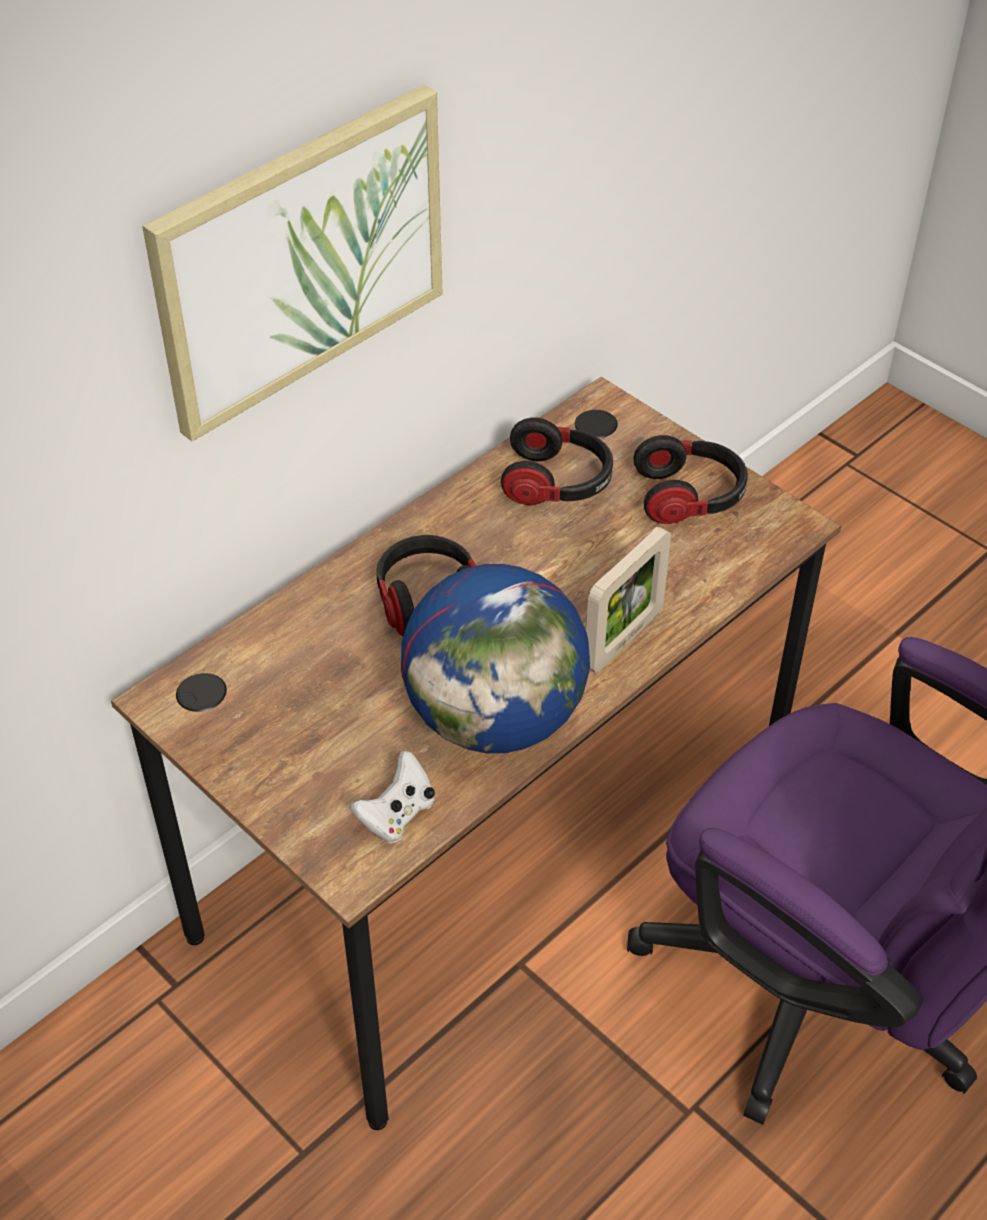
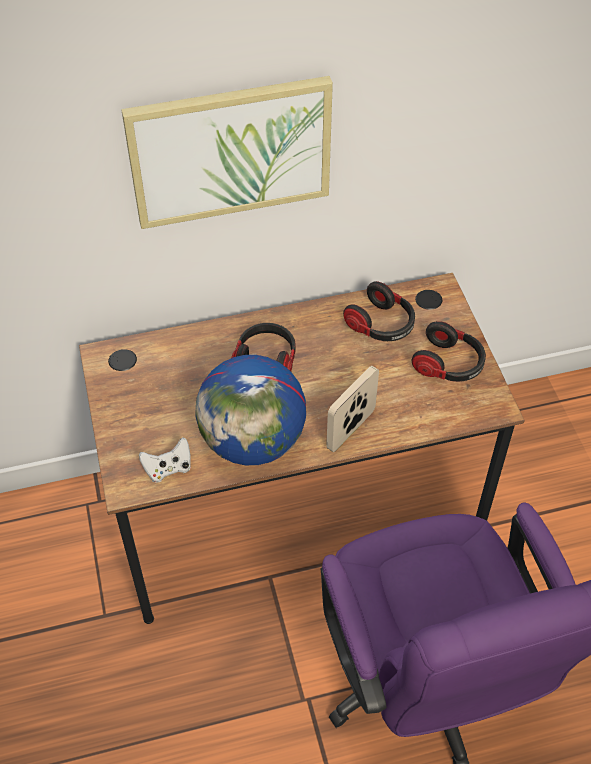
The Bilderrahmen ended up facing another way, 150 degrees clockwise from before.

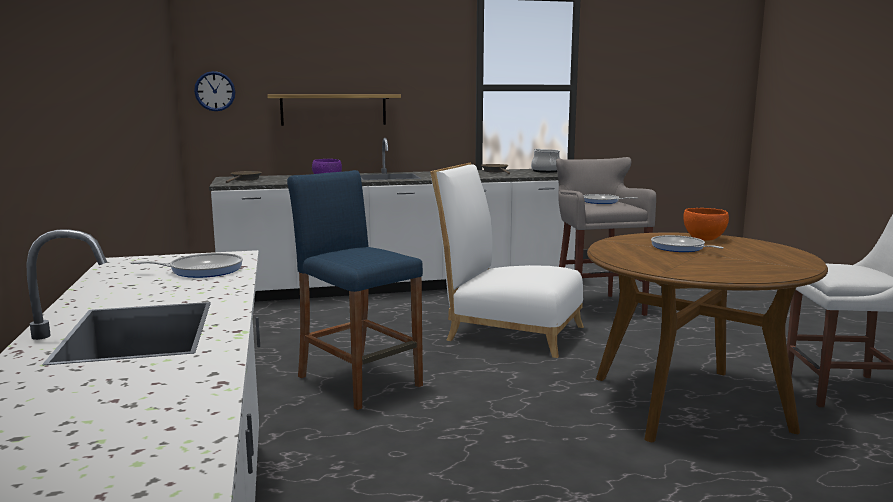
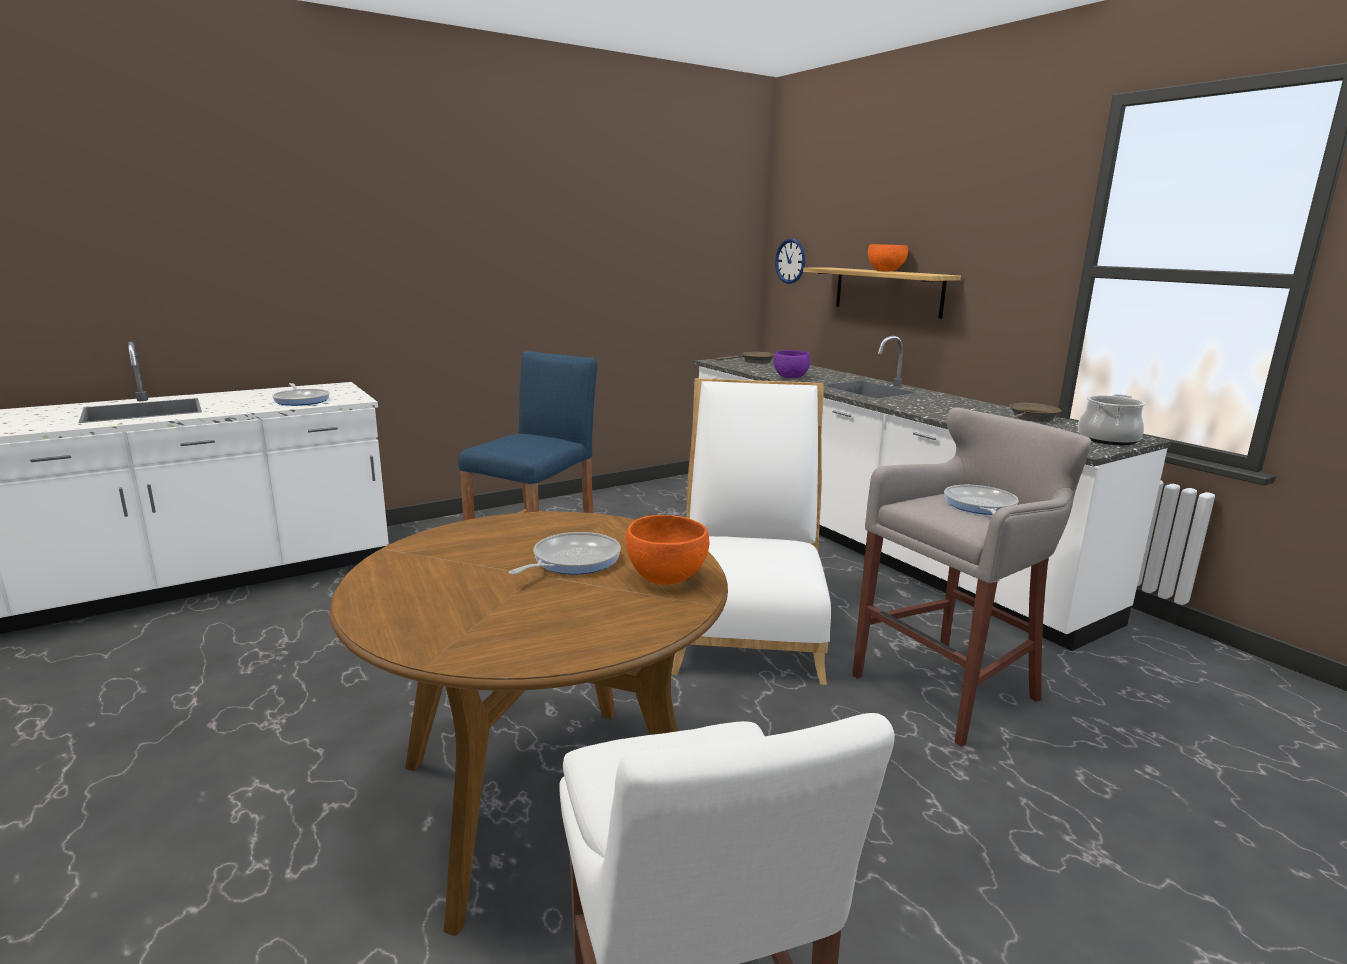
The second view gained the Schüssel [orange] (2nd from left).

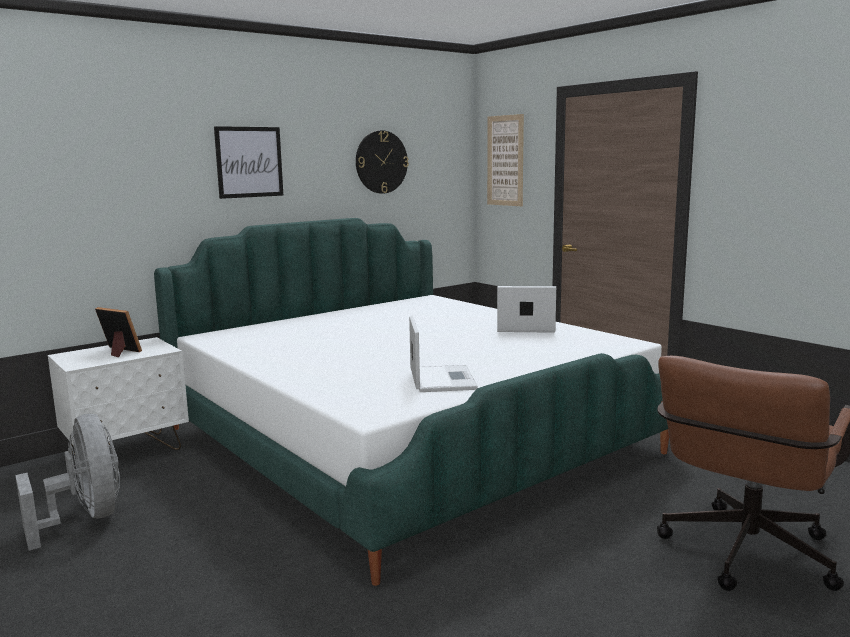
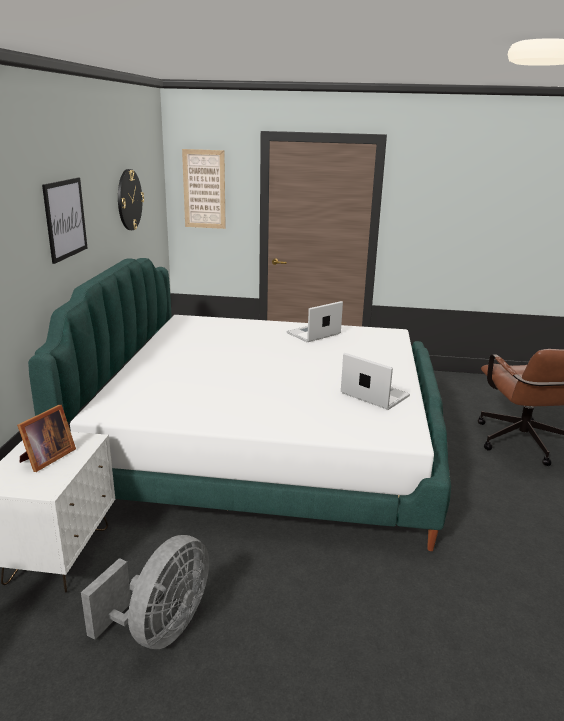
The Ventilator [grau] ended up facing another way, 105 degrees clockwise from before.
The Bilderrahmen ended up facing another way, 135 degrees clockwise from before.

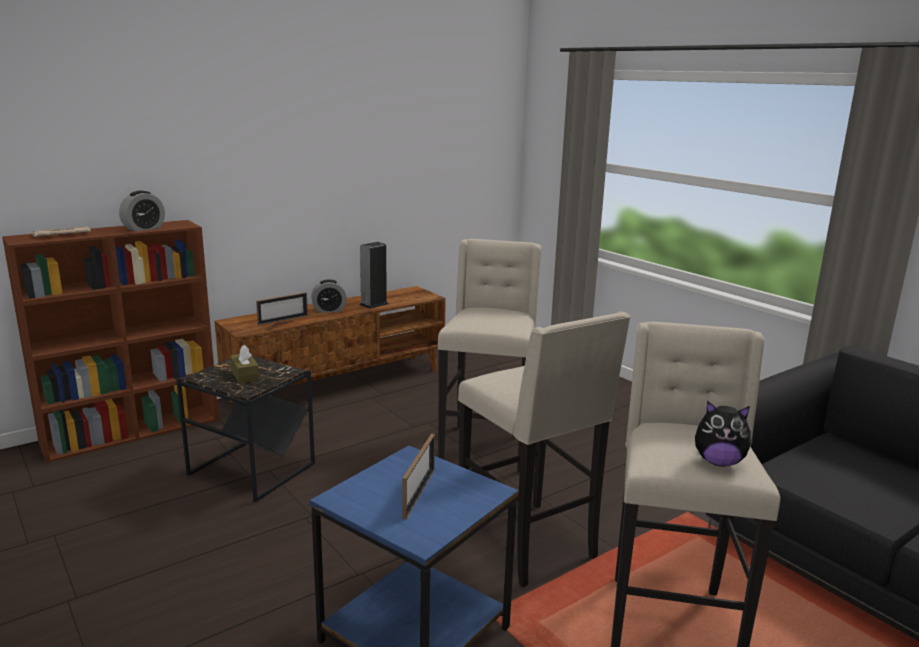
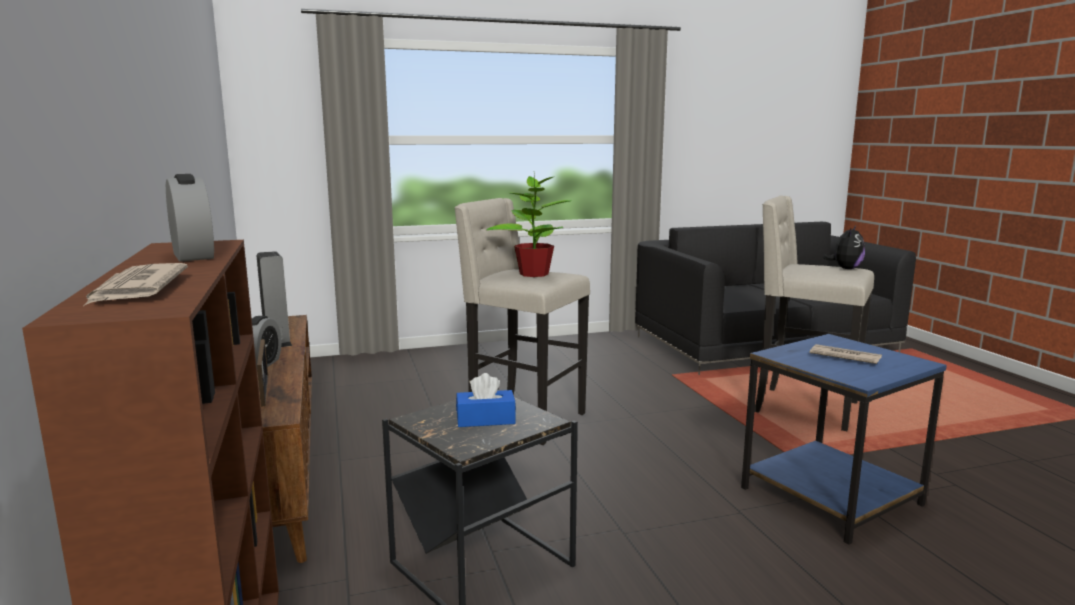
The second view lost the Hocker [beige] (2nd from left).
The second view gained the Topfpflanze.
Where the Bilderrahmen (2nd from left) stood, the Zeitung (2nd from left) came to stand.
What was the Taschentuchbox [braun] turned into the Taschentuchbox [blau].

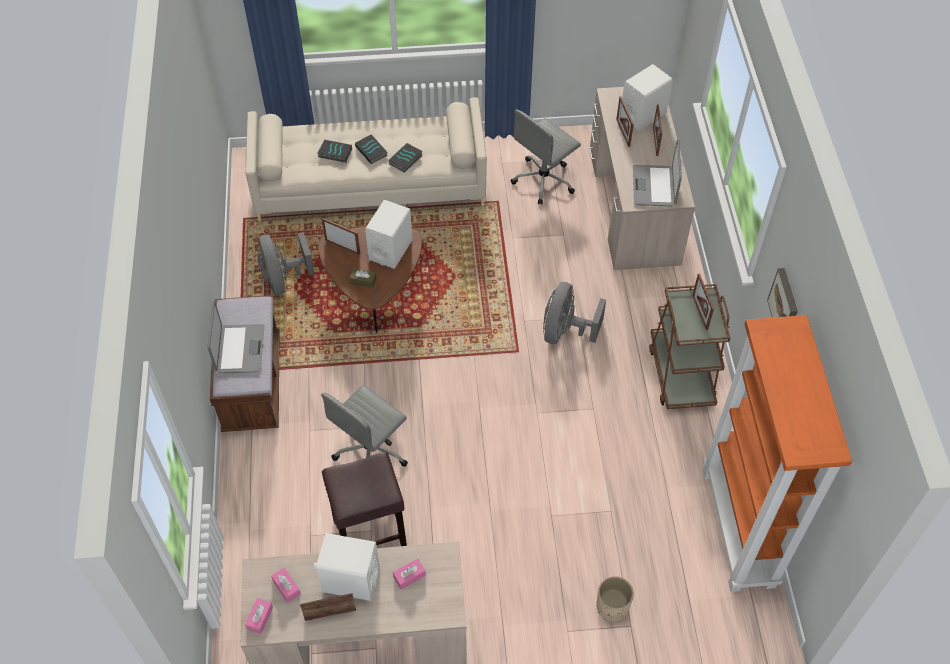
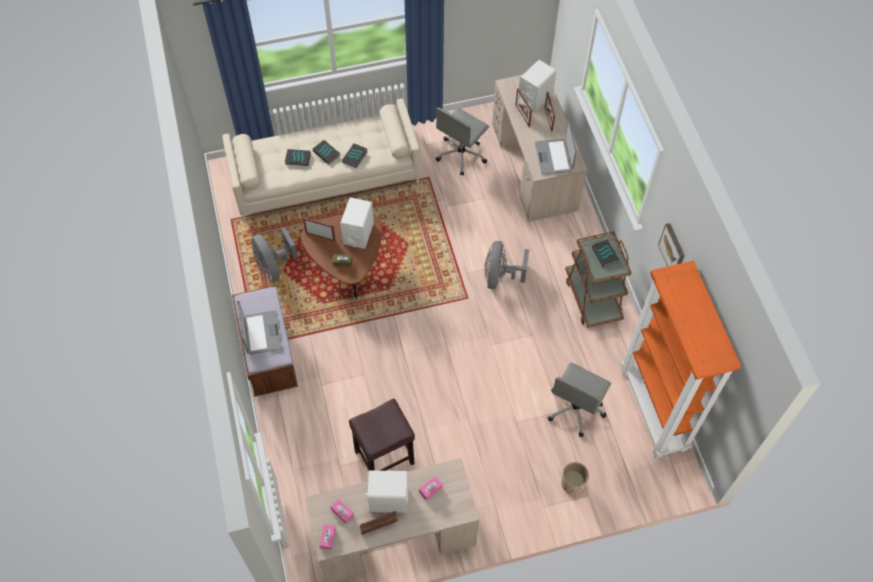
The Bürostuhl [grau] (1st from left in the first image) ended up elsewhere.
Where the Bilderrahmen (5th from left) stood, the Buch (4th from left) came to stand.

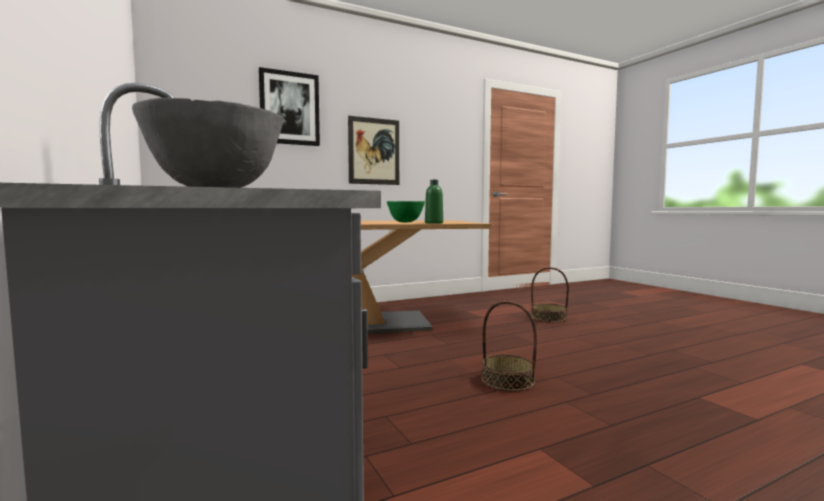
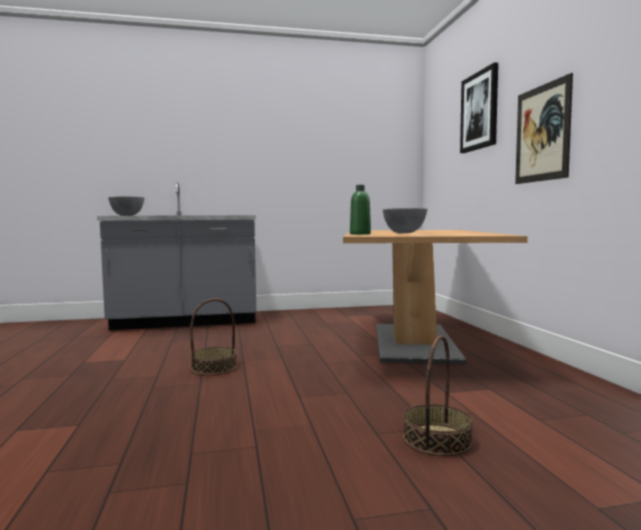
What was the Schüssel [grün] turned into the Schüssel [grau] (2nd from left).

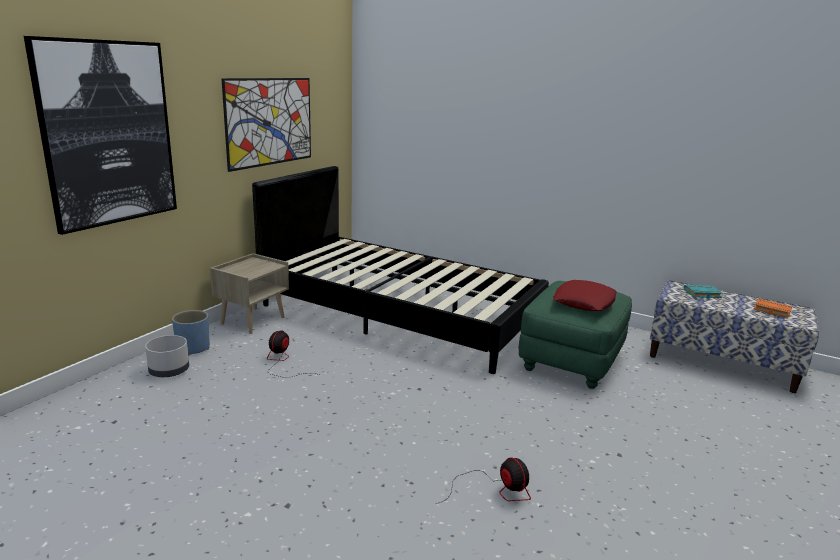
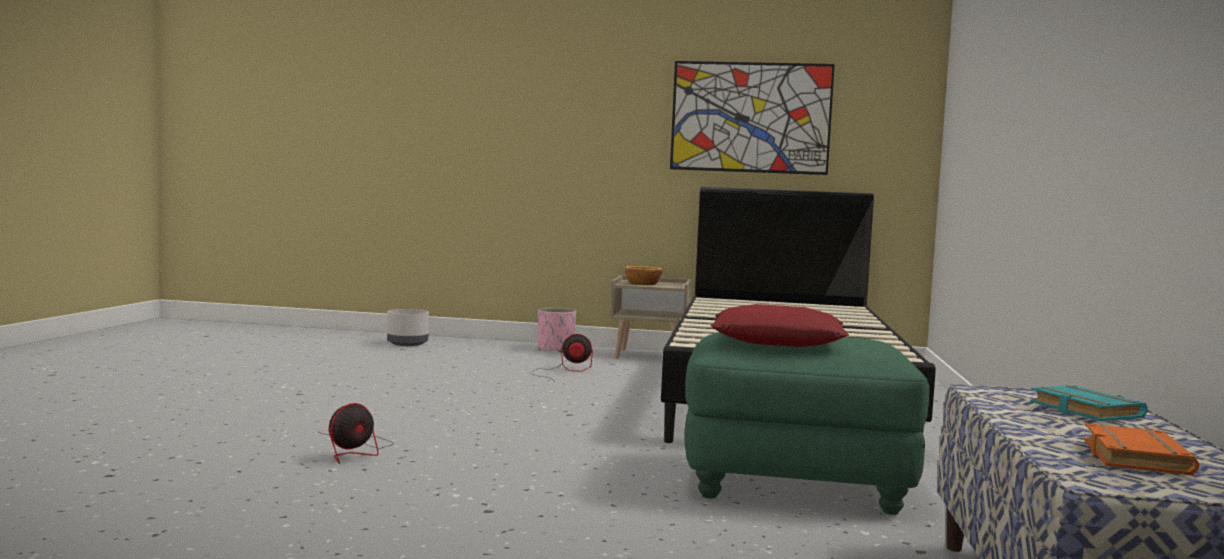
The second view lost the Bild (1st from left).
The second view gained the Schüssel.
The Pflanzkübel [grau] ended up elsewhere.
What was the Pflanzkübel [blau] turned into the Pflanzkübel [rosa].

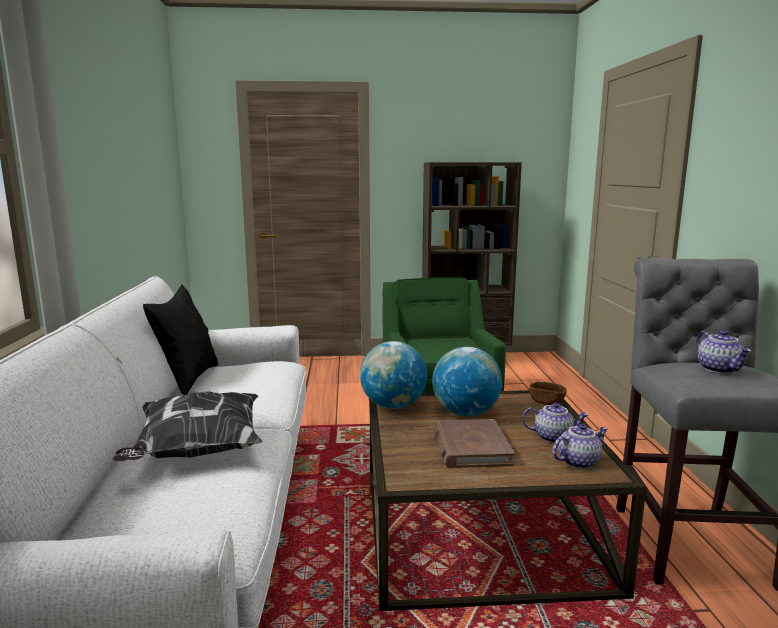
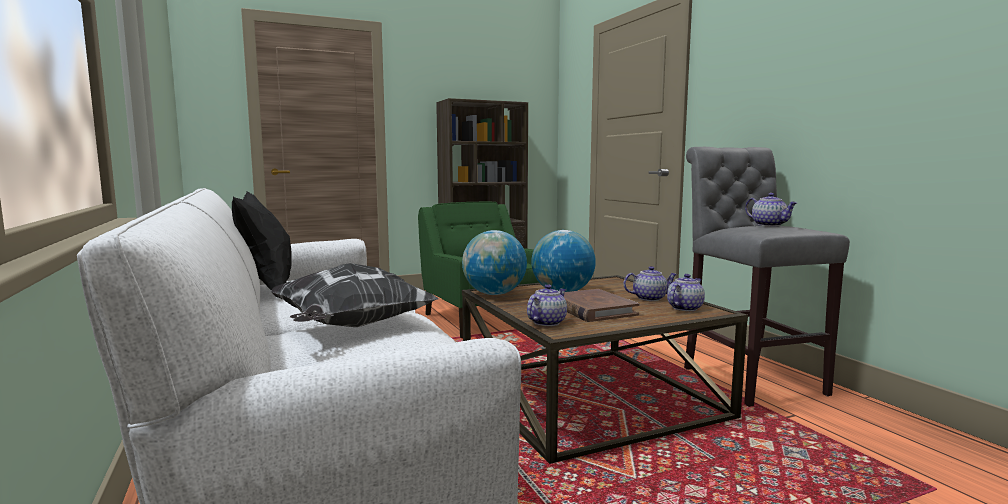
The second view lost the Schüssel [braun].
The second view gained the Teekanne (1st from left).

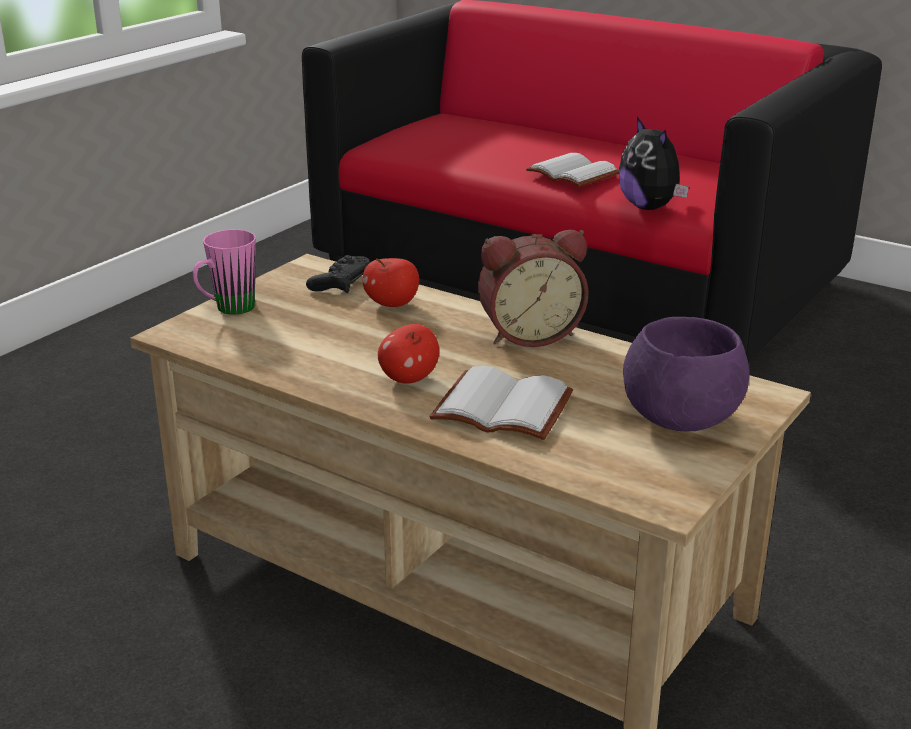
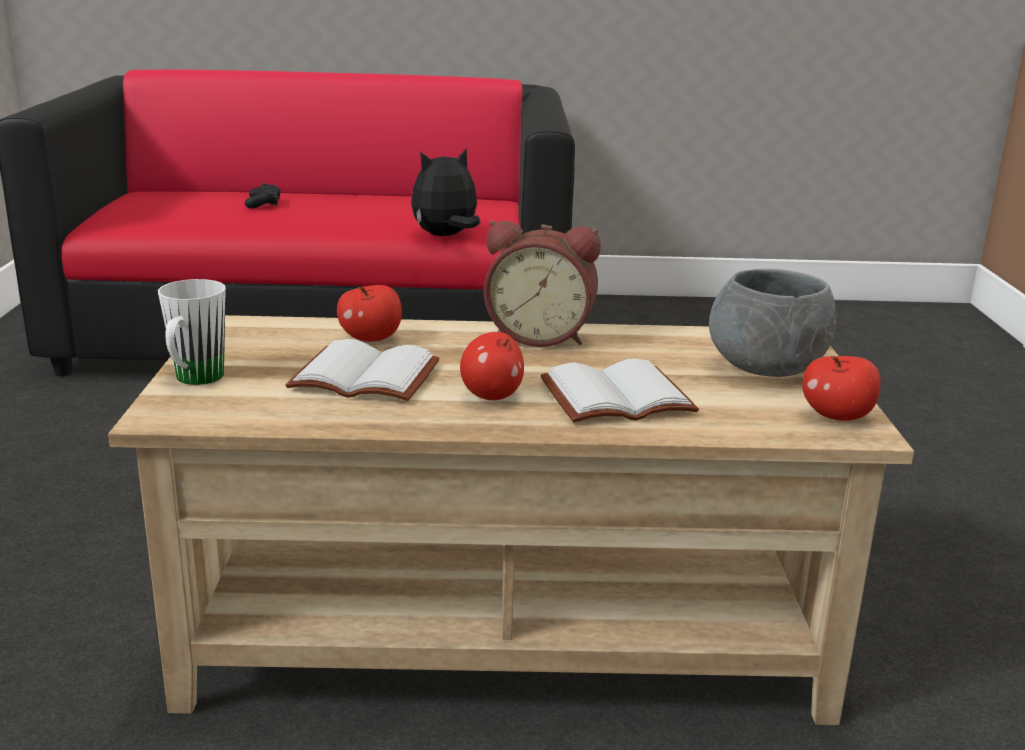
The second view gained the Apfel (3rd from left).
The Gamepad [schwarz] ended up elsewhere.
The Buch [weiß] (2nd from left in the first image) ended up elsewhere.
What was the Henkelbecher [rosa] turned into the Henkelbecher [weiß].
What was the Schüssel [lila] turned into the Schüssel [grau].
The Wecker ended up facing another way, 60 degrees clockwise from before.
The Plüschtier ended up facing another way, 120 degrees clockwise from before.

